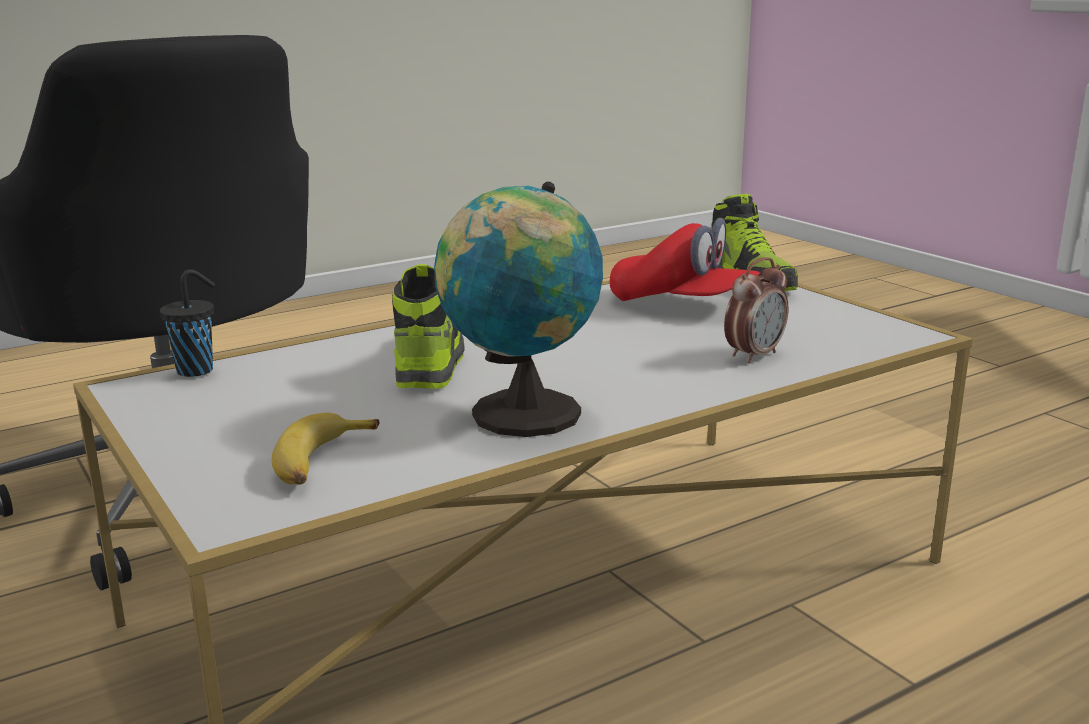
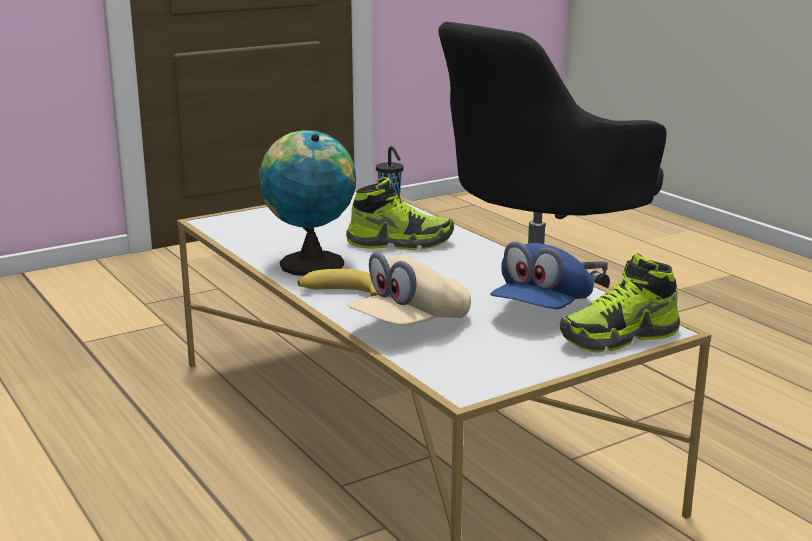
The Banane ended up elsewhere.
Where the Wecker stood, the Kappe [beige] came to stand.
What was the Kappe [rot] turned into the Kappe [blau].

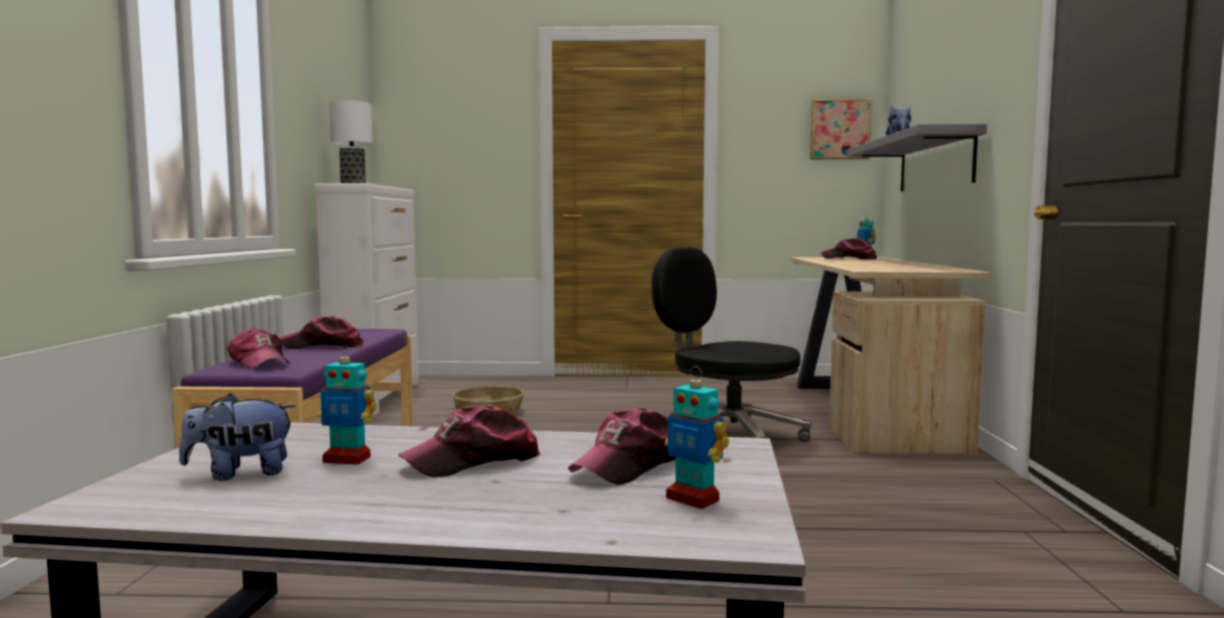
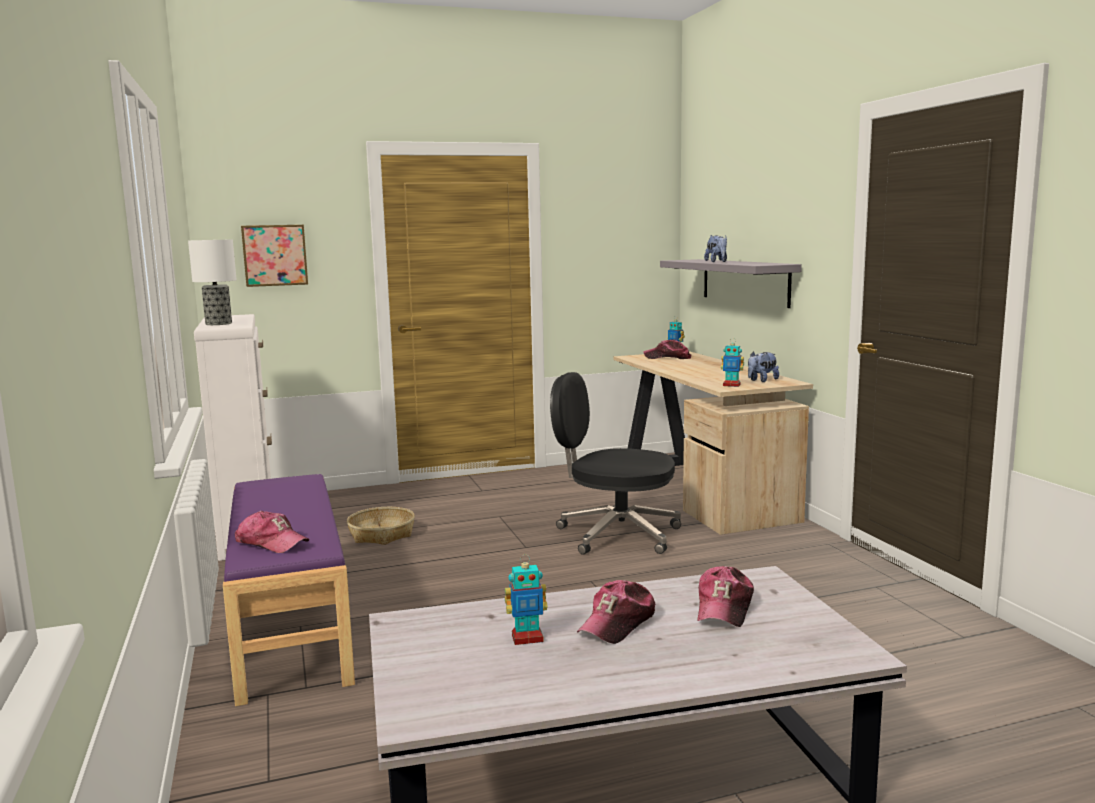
The second view lost the Kappe (2nd from left).
The Plüschtier (1st from left in the first image) ended up elsewhere.
The Spielzeugroboter (2nd from left in the first image) ended up elsewhere.
The Bild ended up elsewhere.

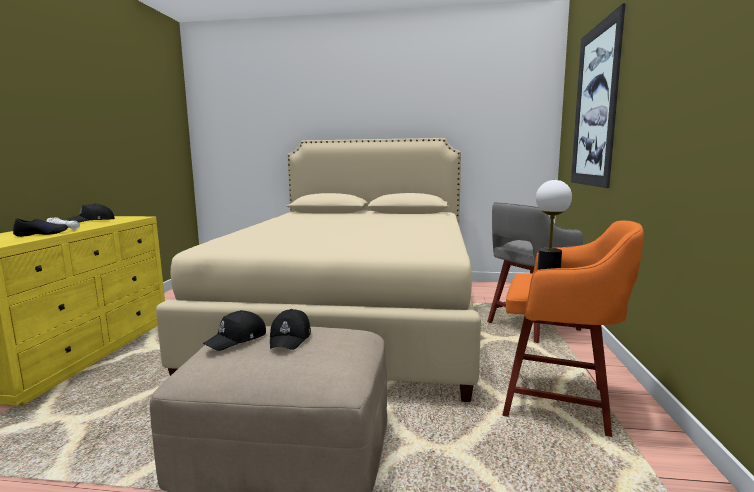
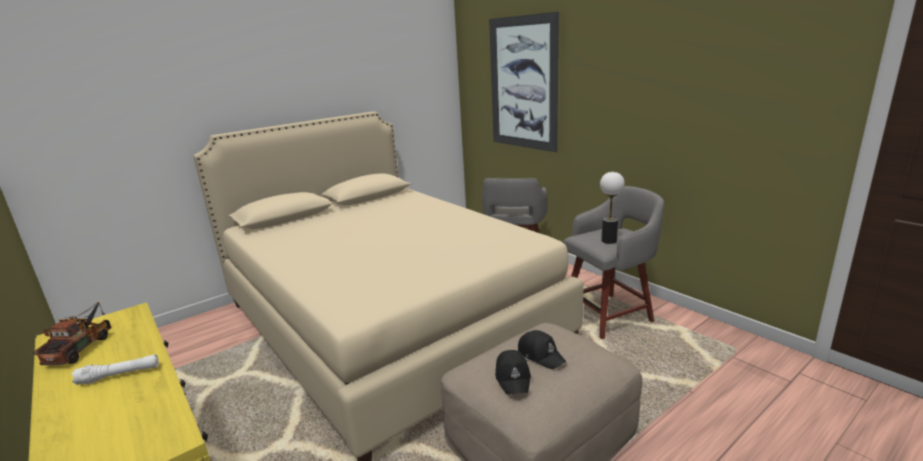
The second view lost the Schuh [schwarz].
Where the Kappe [schwarz] (1st from left) stood, the Spielzeuglaster came to stand.
What was the Hocker [orange] turned into the Hocker [grau] (2nd from left).

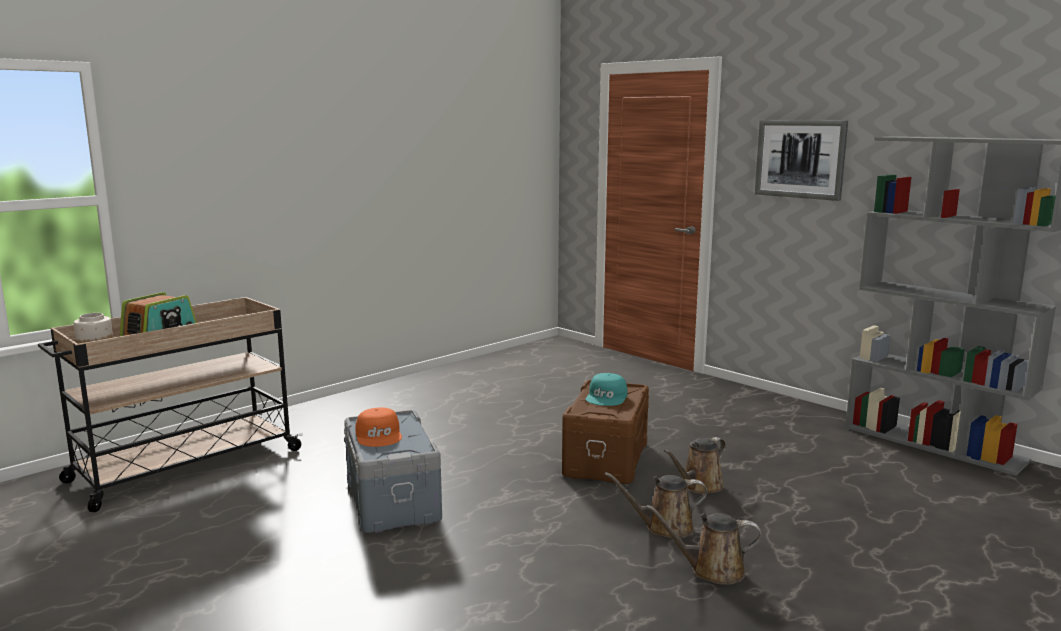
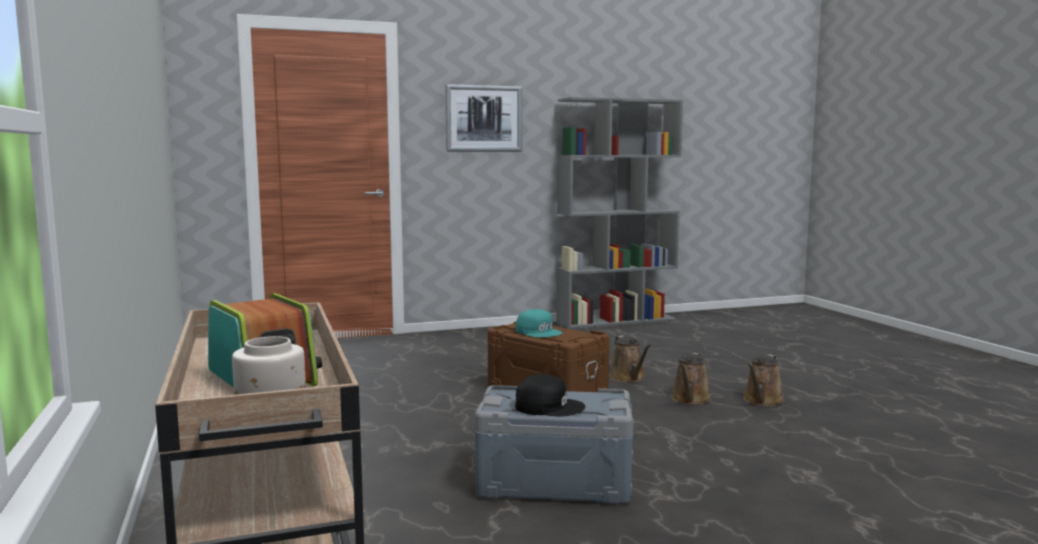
What was the Kappe [orange] turned into the Kappe [schwarz].

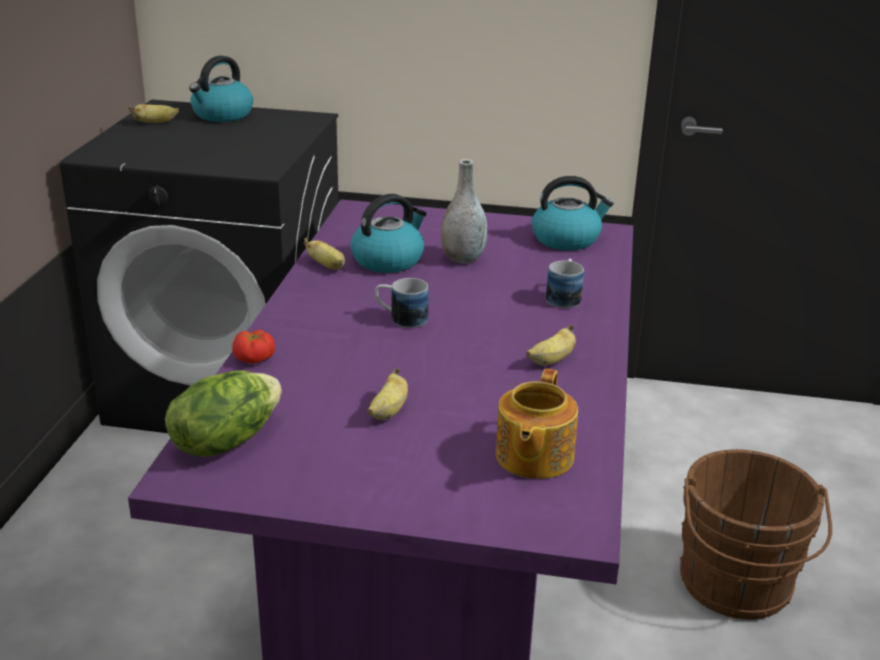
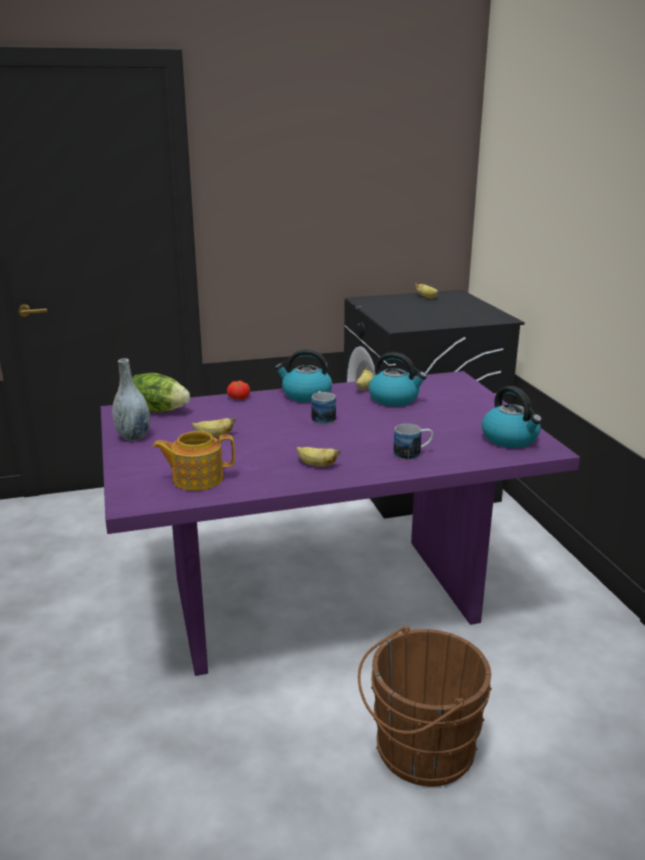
The Wasserkessel (1st from left) ended up elsewhere.
The Vase [grau] ended up elsewhere.

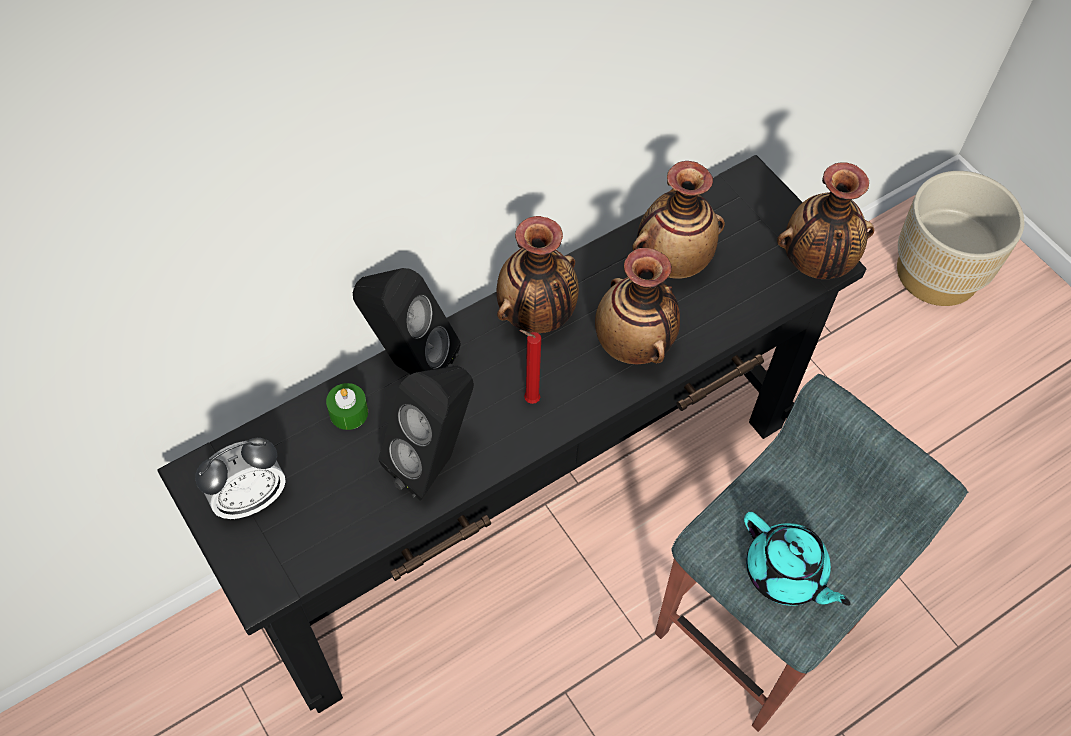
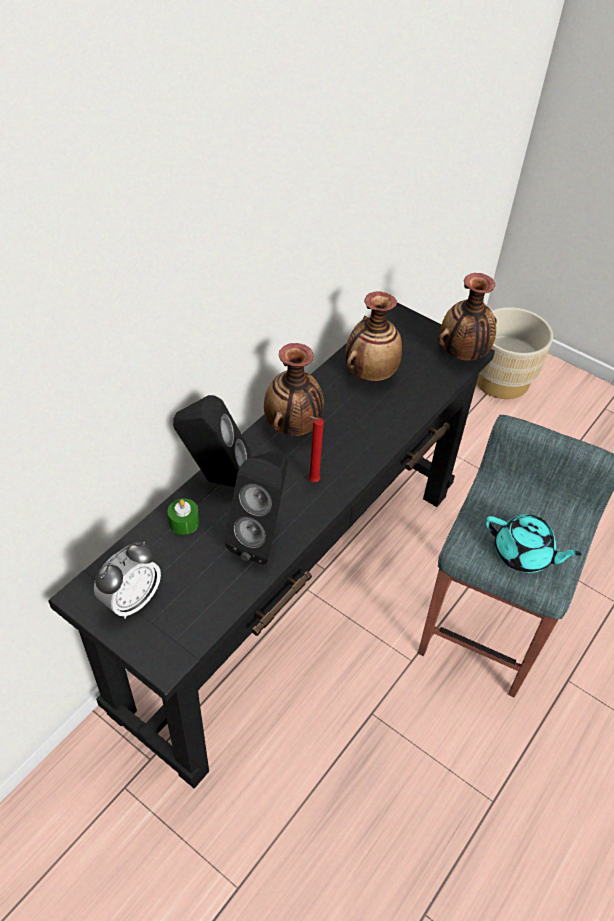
The second view lost the Vase (2nd from left).

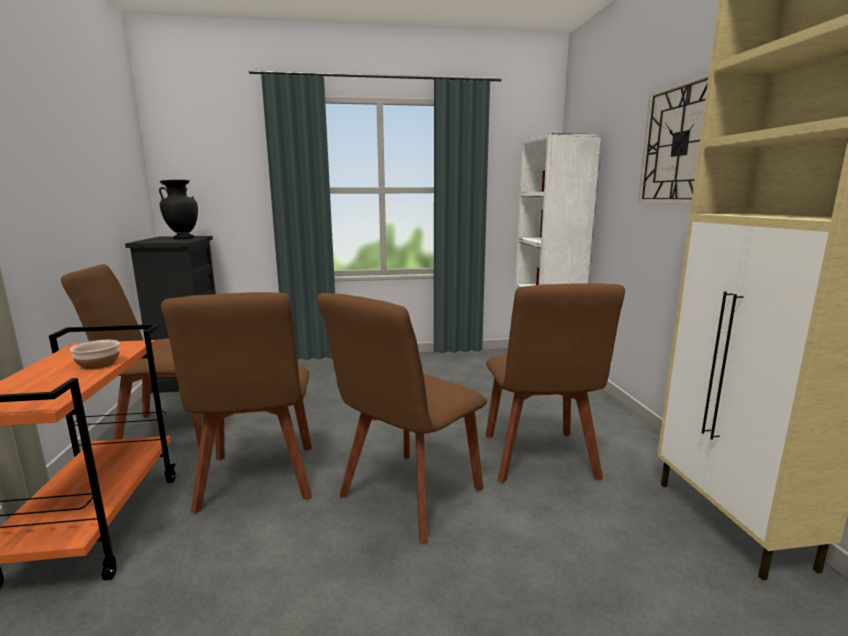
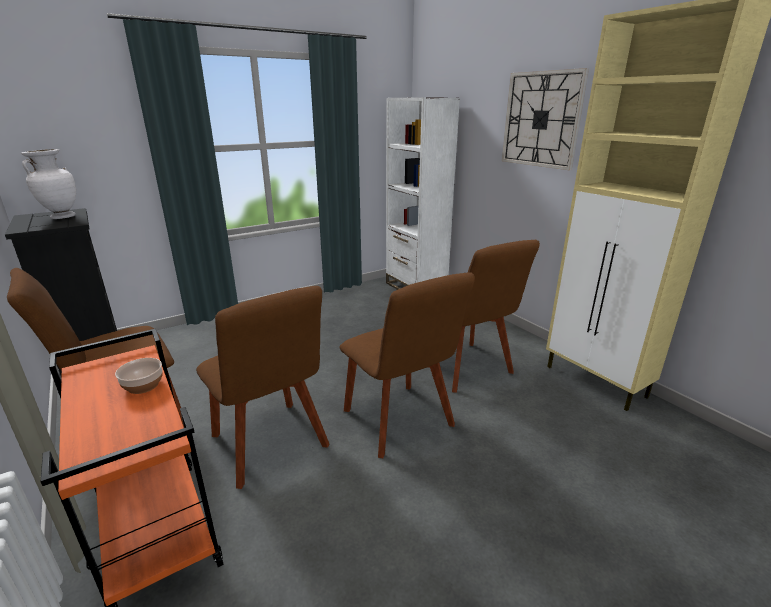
What was the Vase [schwarz] turned into the Vase [weiß].
The Stuhl [braun] (3rd from left) ended up facing another way, 45 degrees counterclockwise from before.

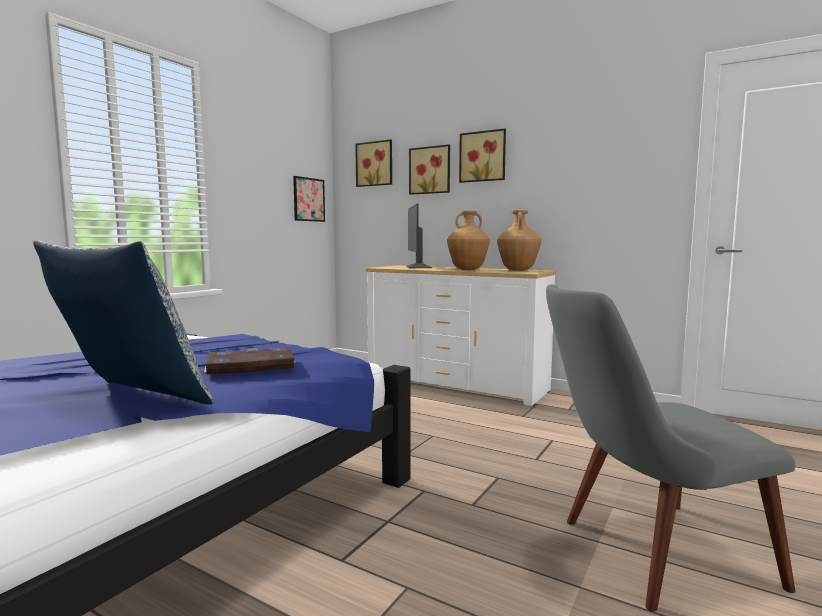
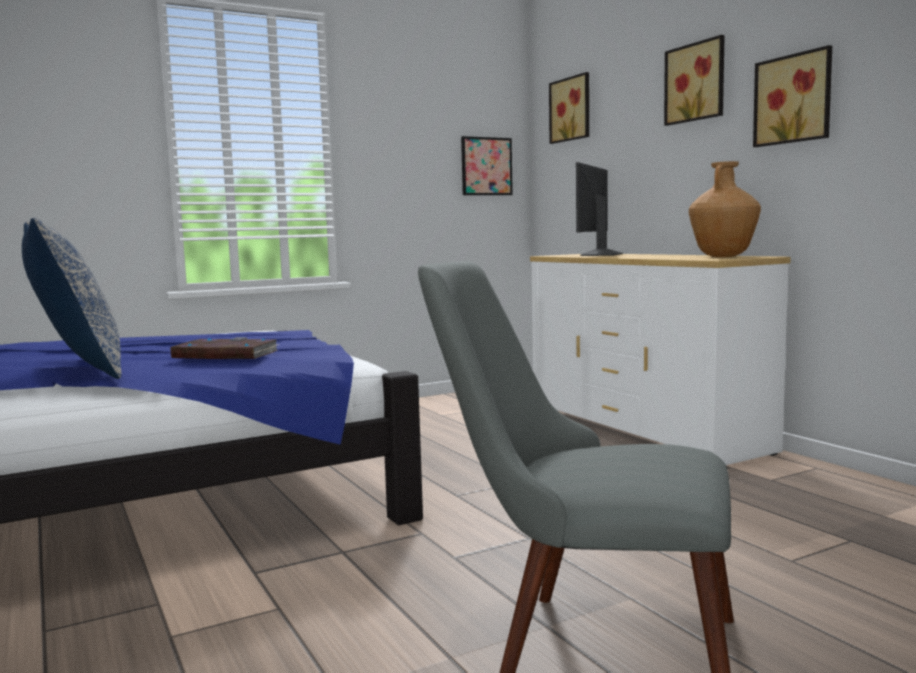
The second view lost the Vase [braun] (1st from left).
The Bild (3rd from left in the first image) ended up elsewhere.

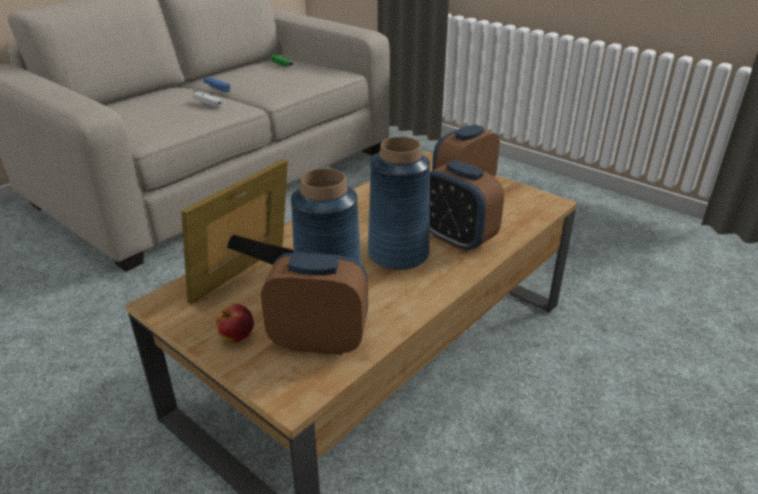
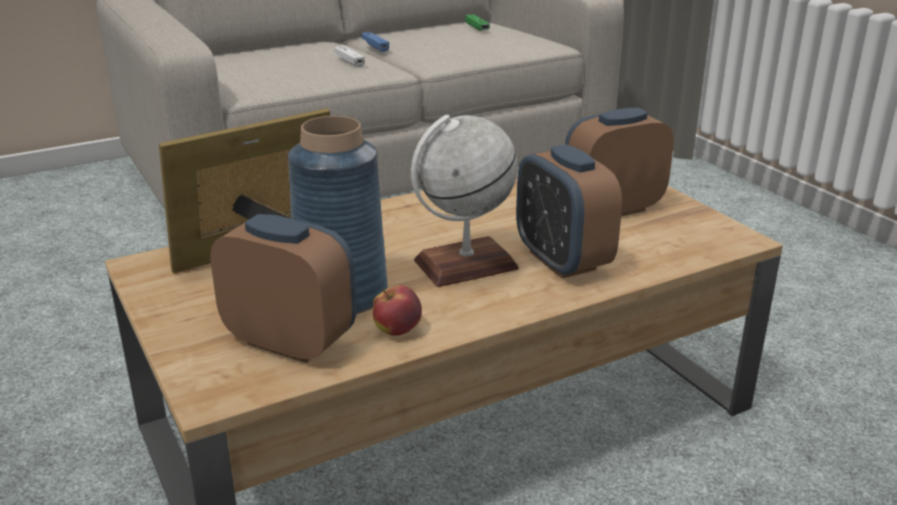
The Apfel ended up elsewhere.
Where the Vase [blau] (2nd from left) stood, the Globus came to stand.

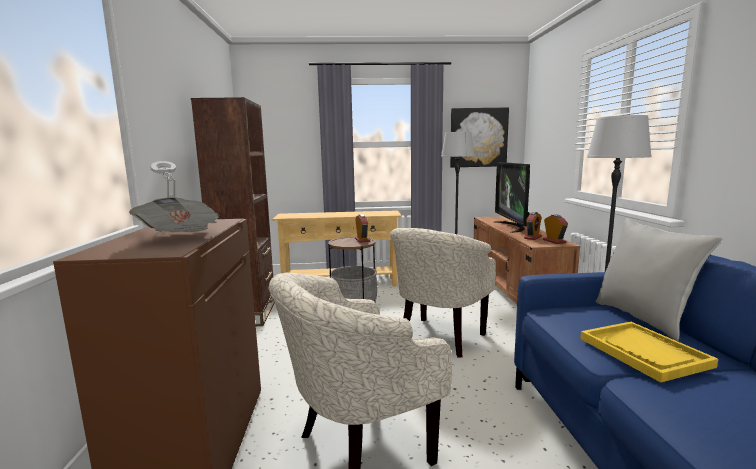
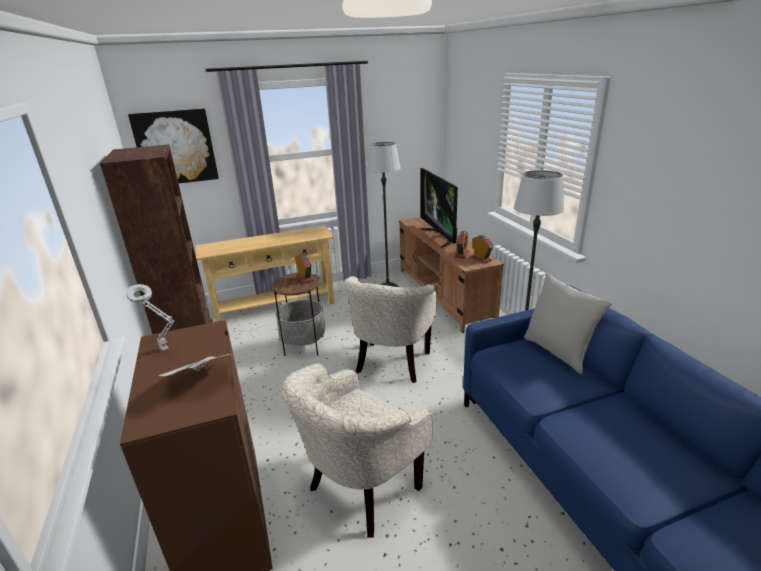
The second view lost the Tablett [gelb].
The Bild ended up elsewhere.

